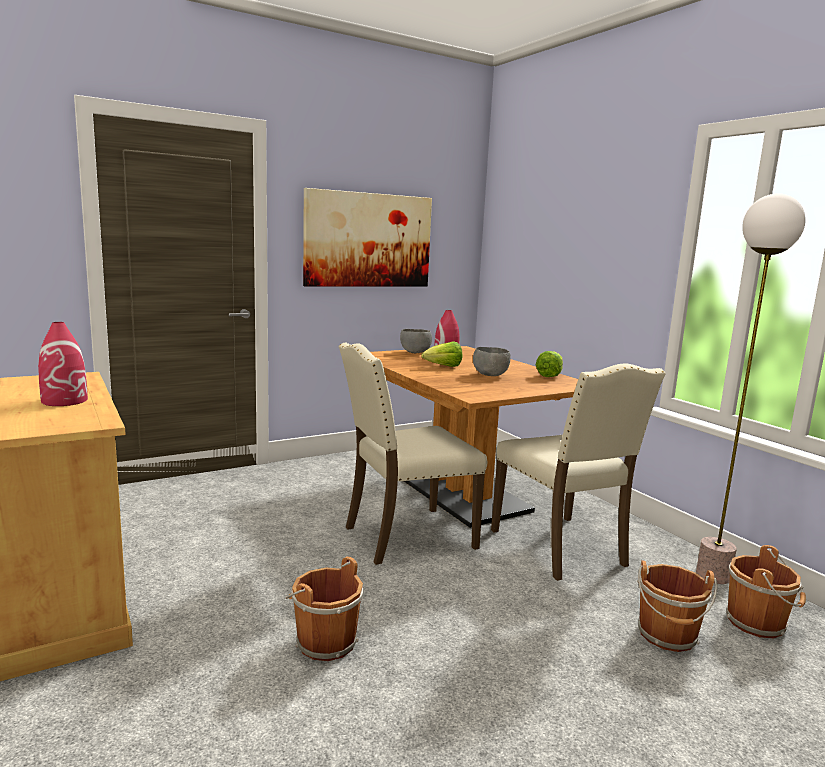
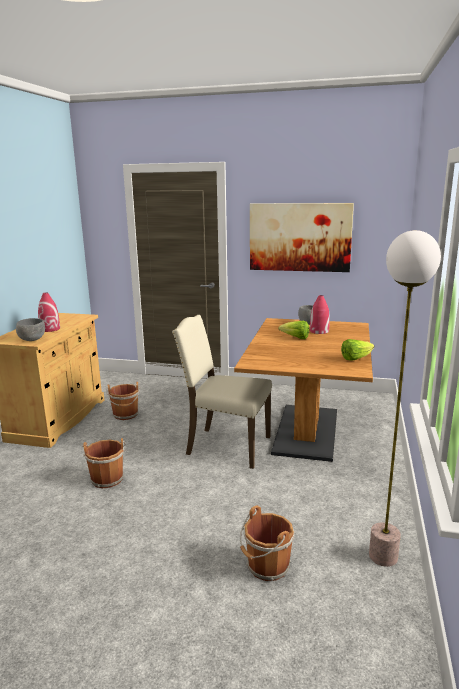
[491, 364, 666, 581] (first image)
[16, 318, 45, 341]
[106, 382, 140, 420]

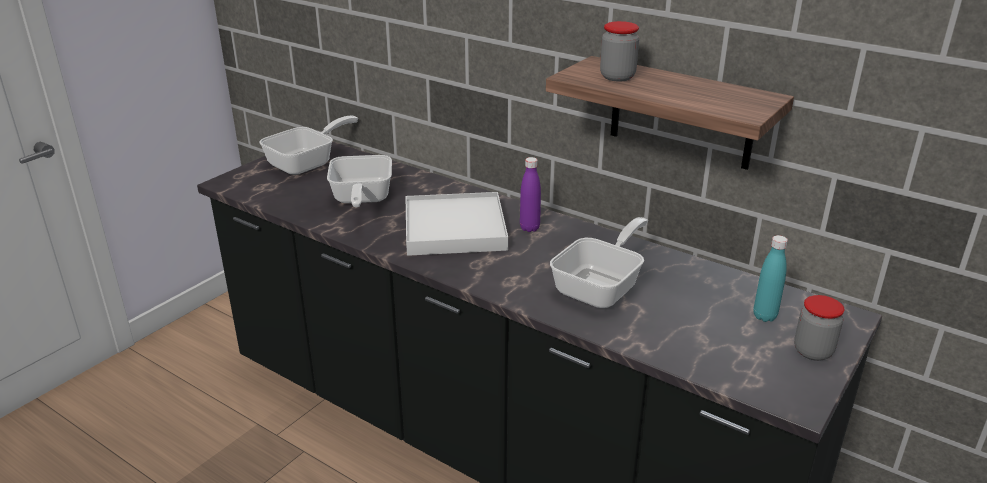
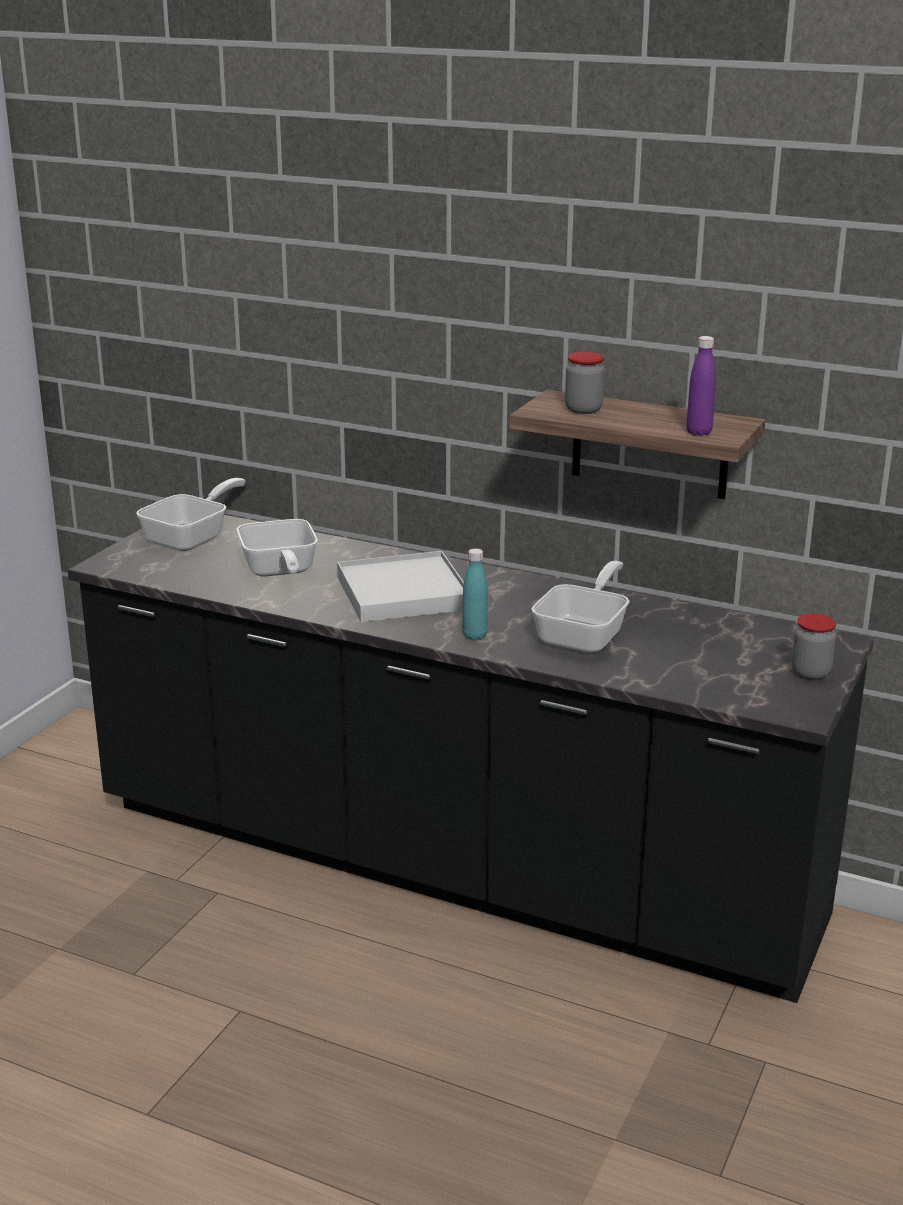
[686, 336, 716, 436]
[462, 548, 488, 640]

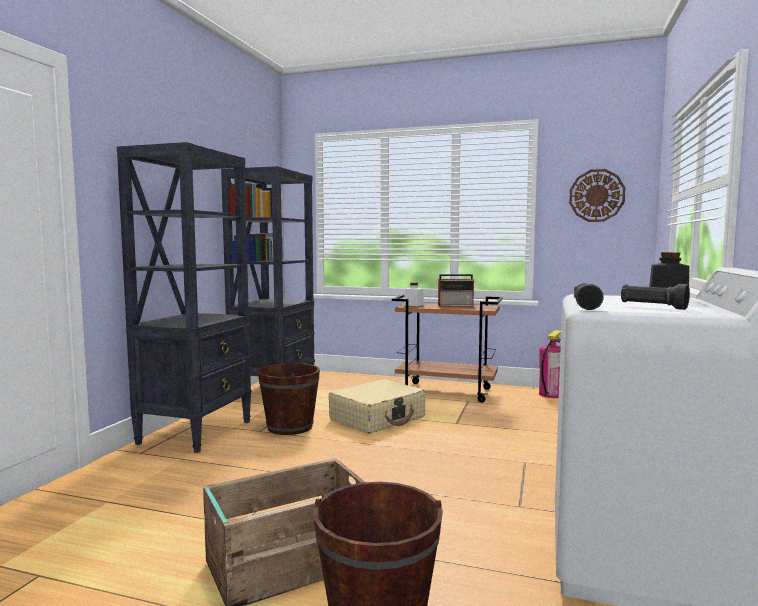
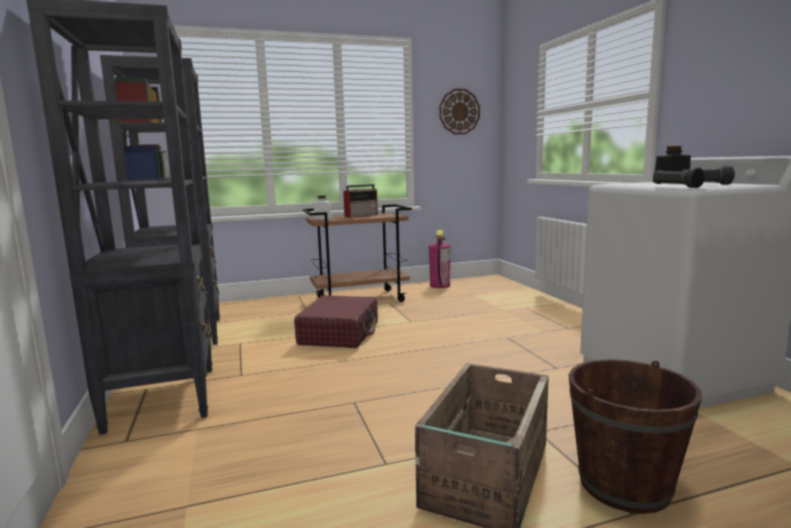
[258, 361, 320, 435] (first image)
[294, 295, 378, 348]

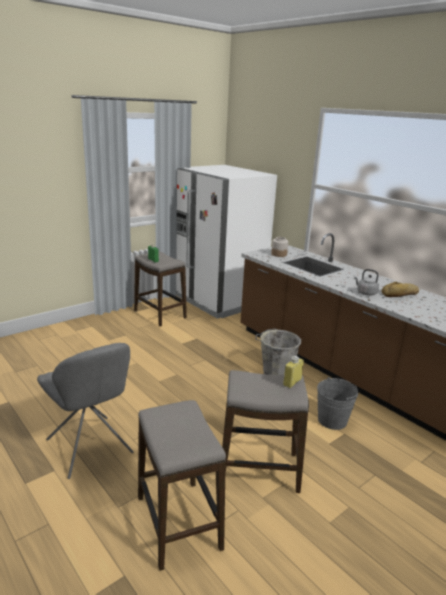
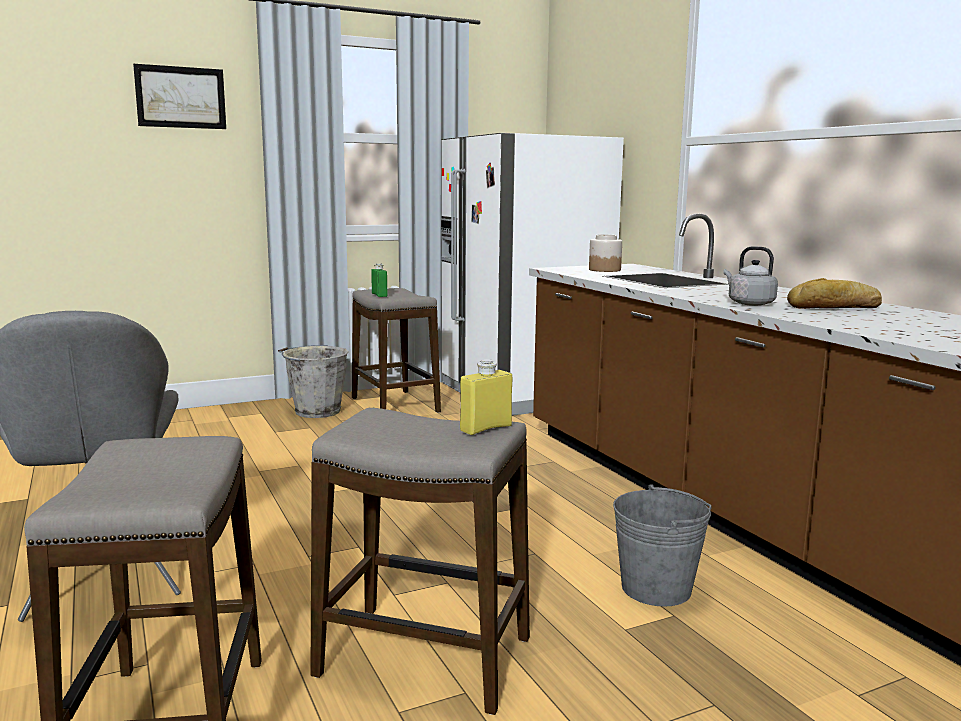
[133, 64, 226, 129]
[278, 345, 349, 418]

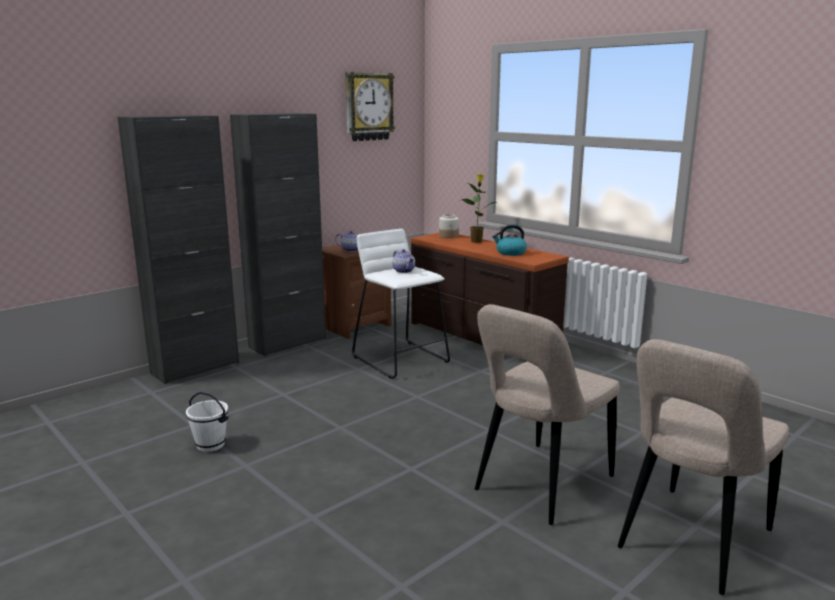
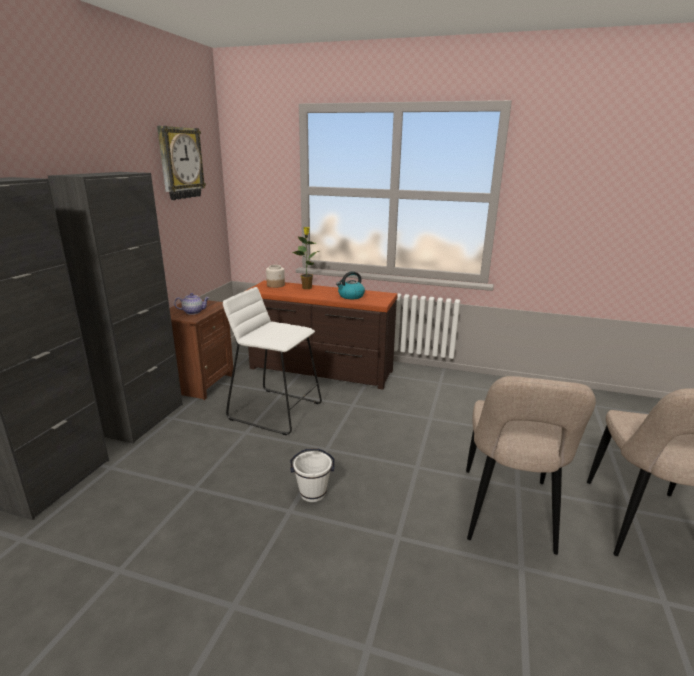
[392, 249, 415, 273] (first image)
[290, 448, 335, 502]

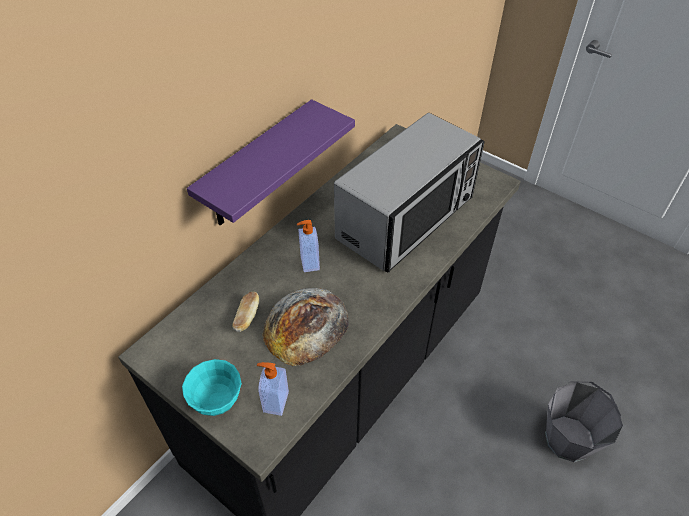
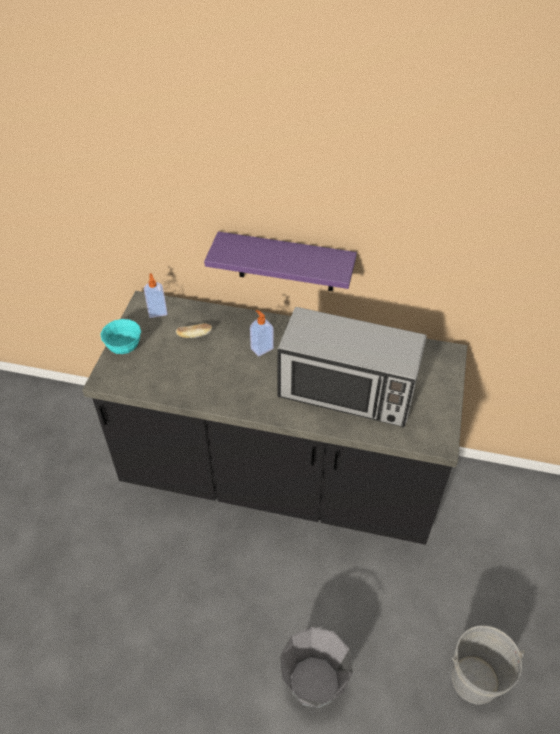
[263, 288, 349, 366] (first image)
[452, 625, 524, 704]
[144, 273, 167, 318]

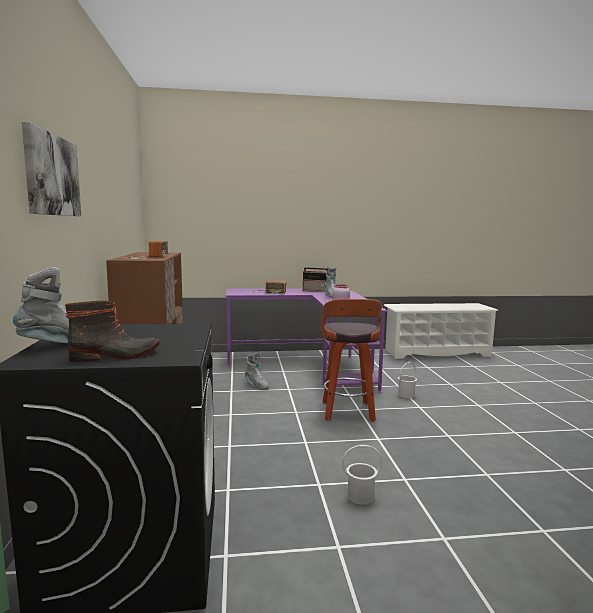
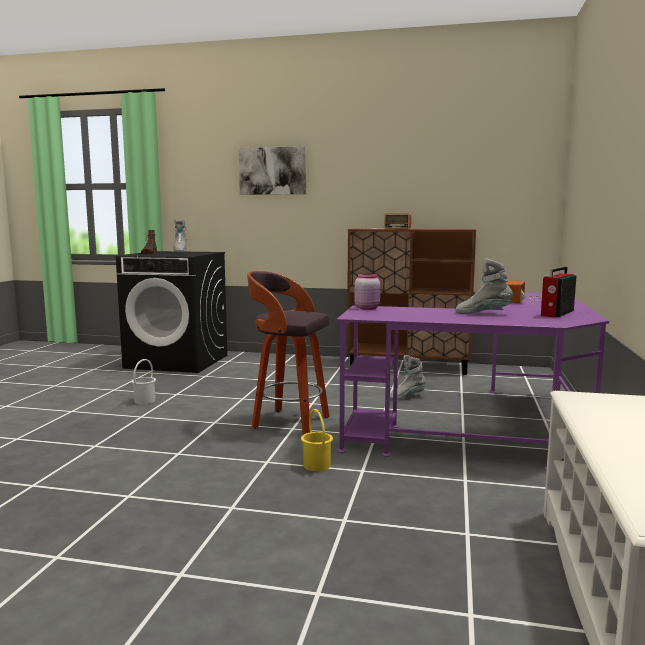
[301, 409, 333, 471]

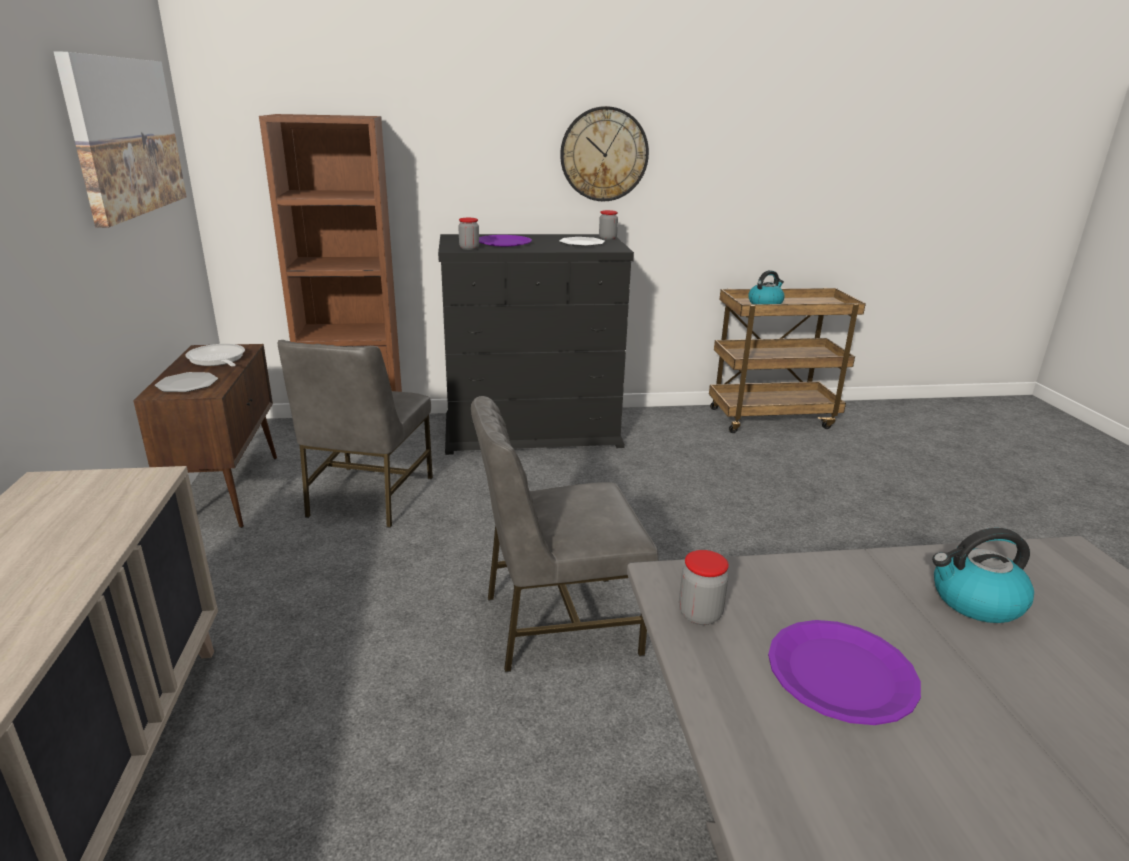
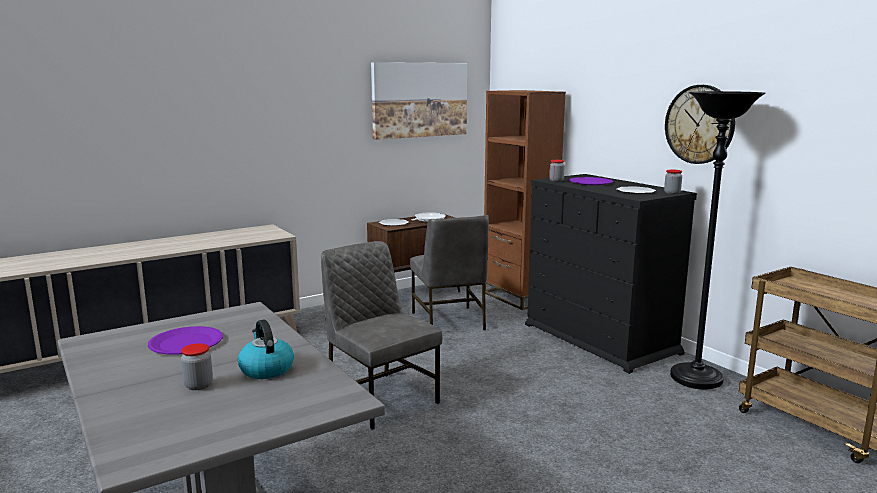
[748, 270, 785, 304] (first image)
[670, 91, 766, 390]
[181, 343, 213, 390]
[410, 215, 489, 330]

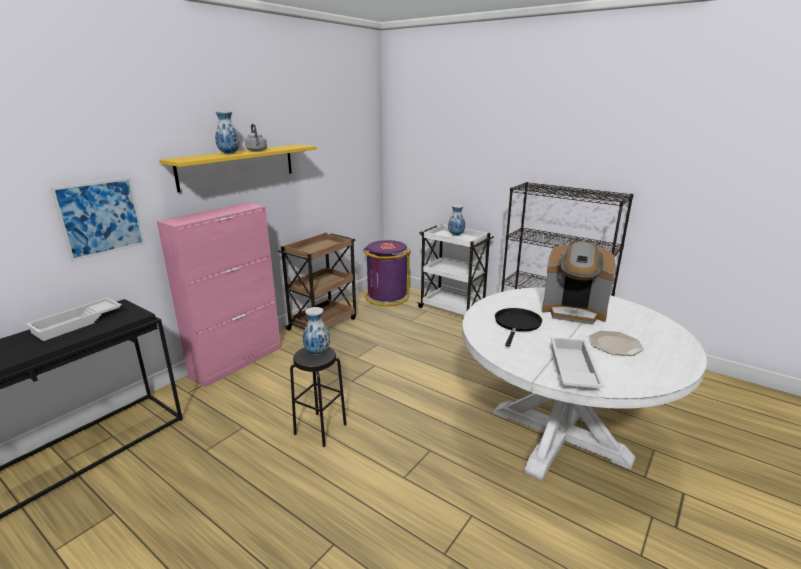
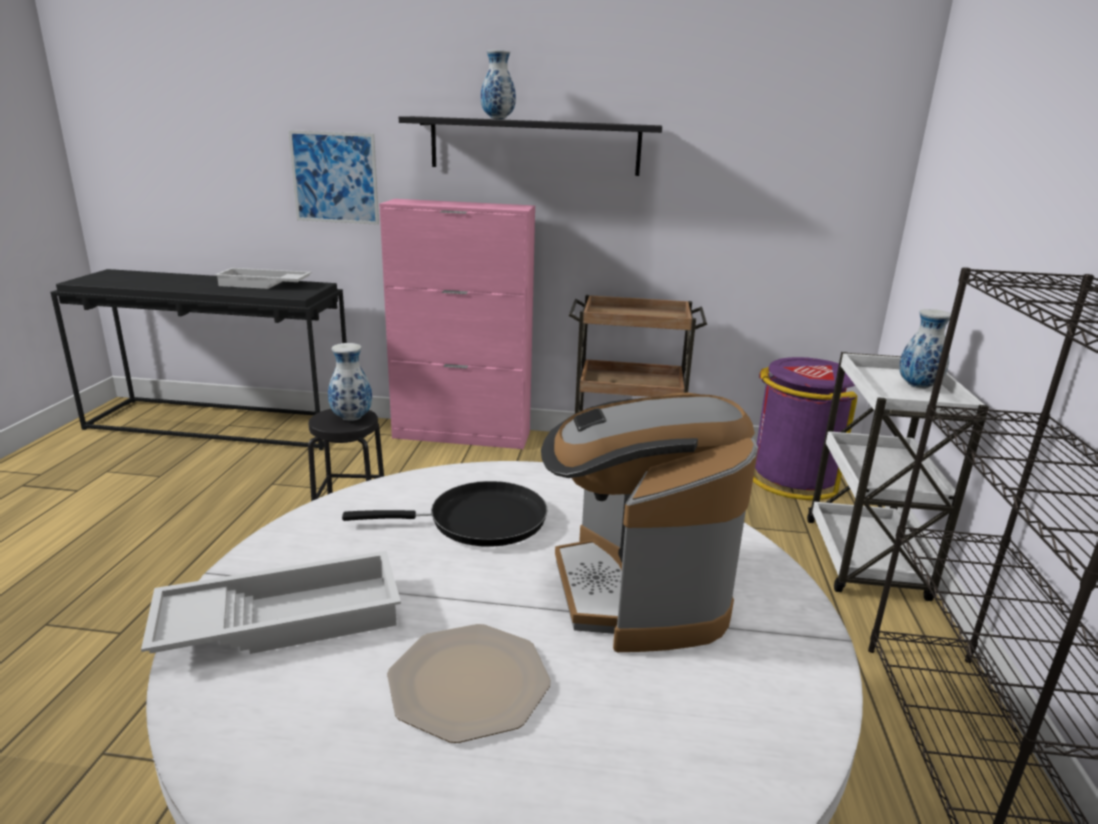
[245, 124, 267, 151] (first image)
[399, 116, 662, 176]

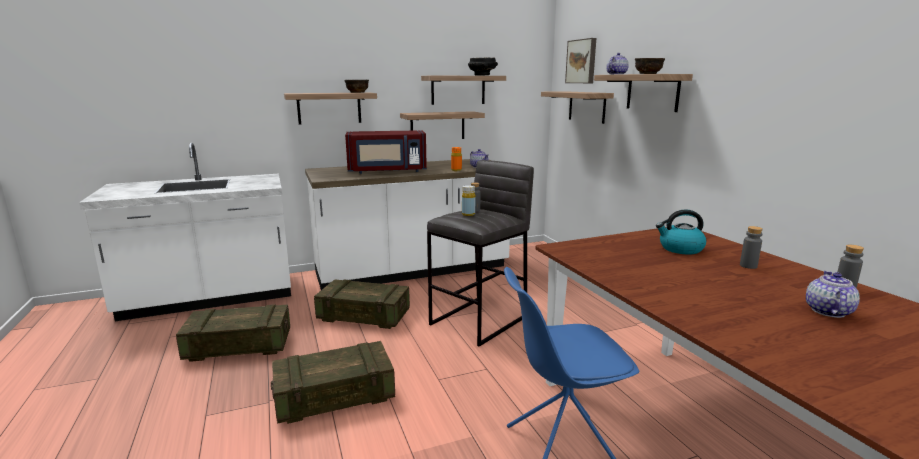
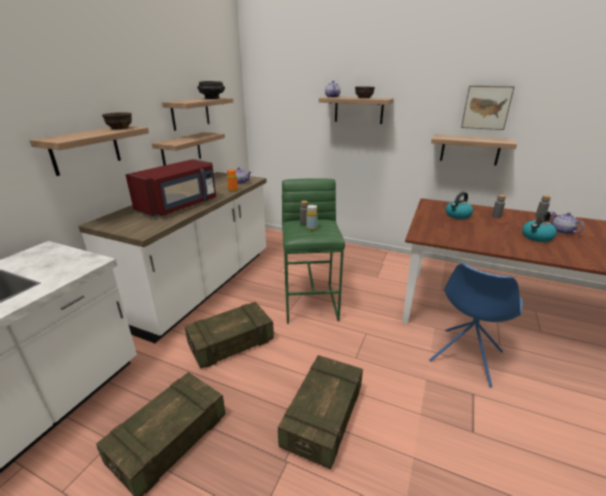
[522, 211, 557, 242]
[431, 135, 517, 165]
[461, 86, 515, 130]
[282, 178, 345, 324]

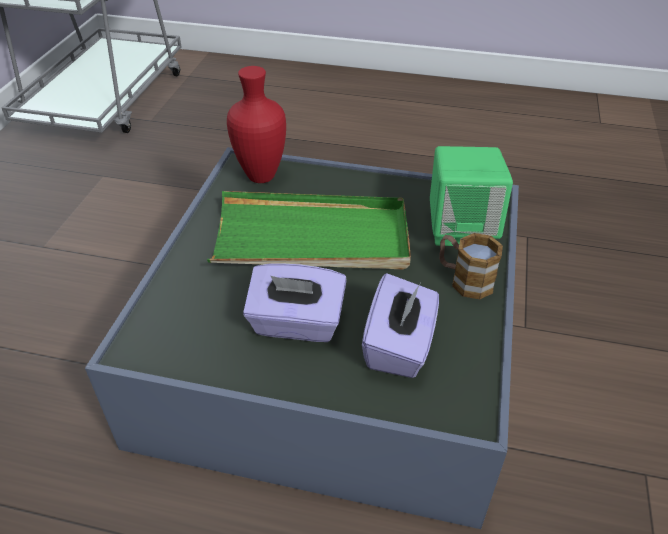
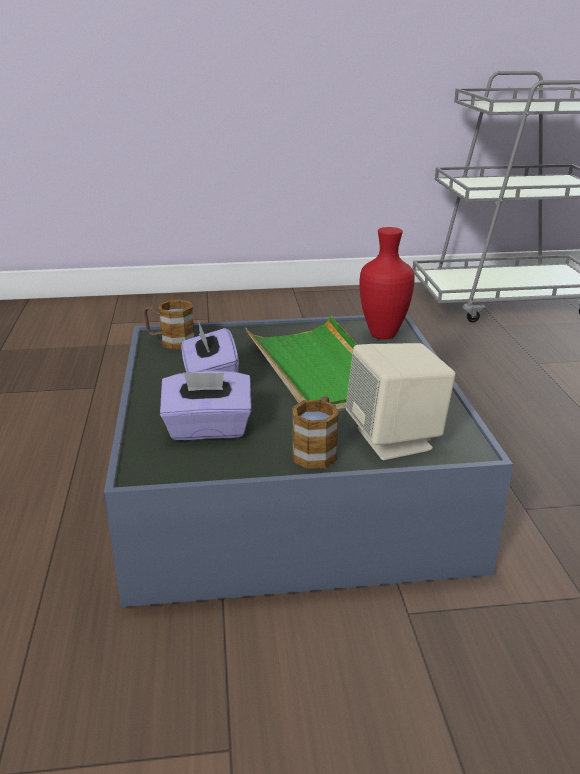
[144, 300, 194, 350]
[346, 343, 456, 460]

